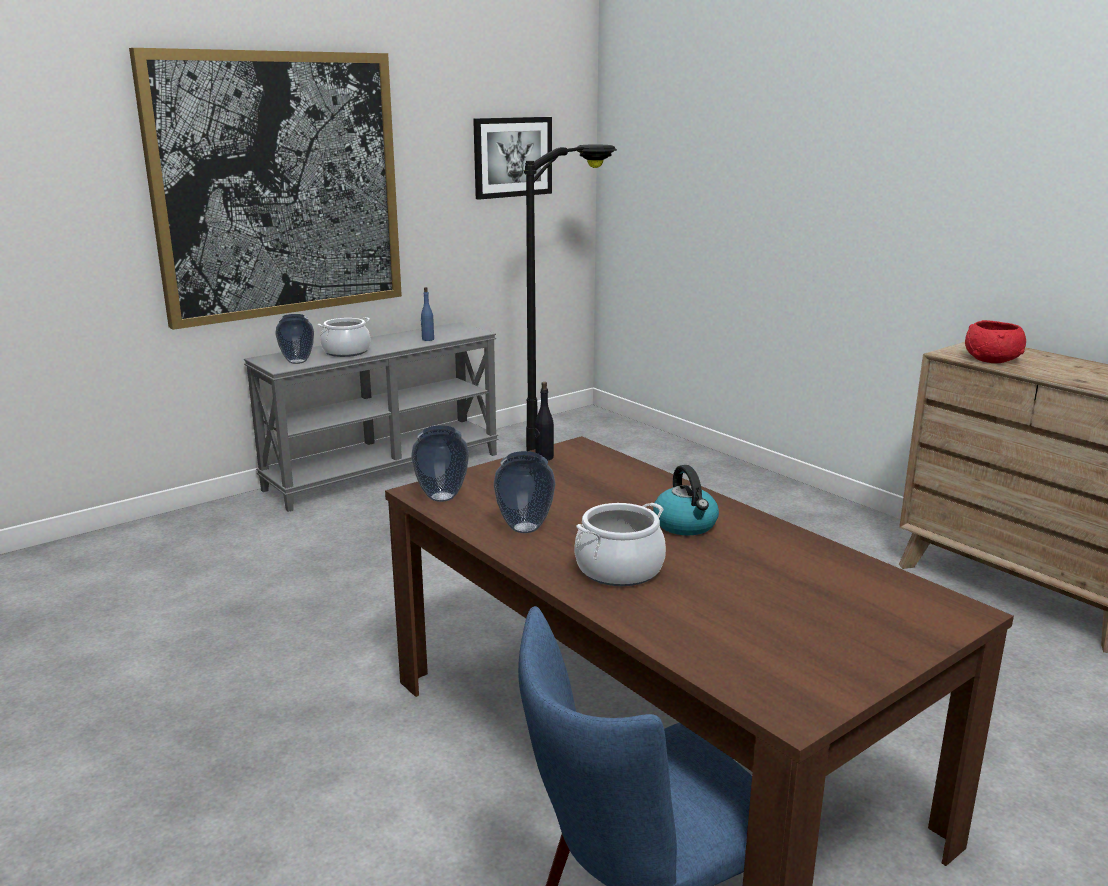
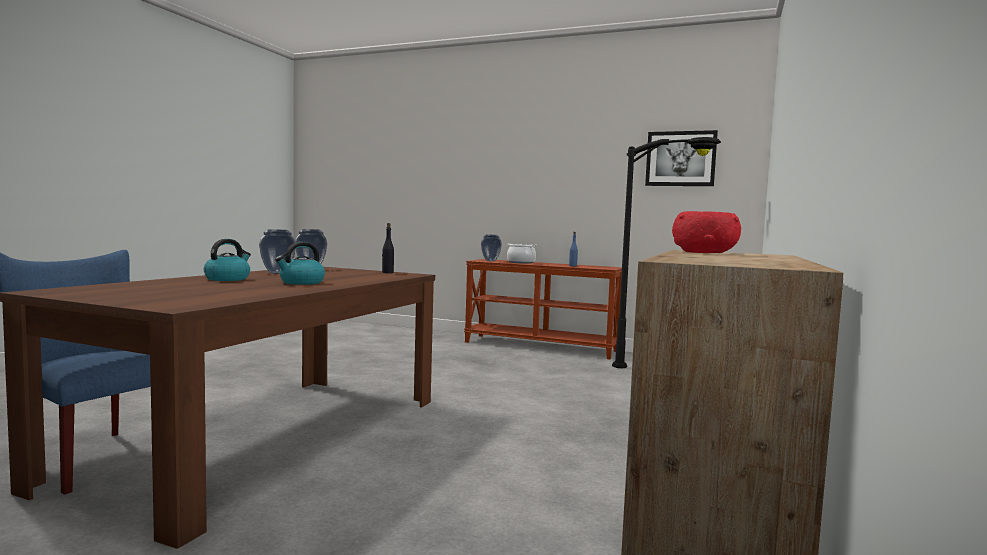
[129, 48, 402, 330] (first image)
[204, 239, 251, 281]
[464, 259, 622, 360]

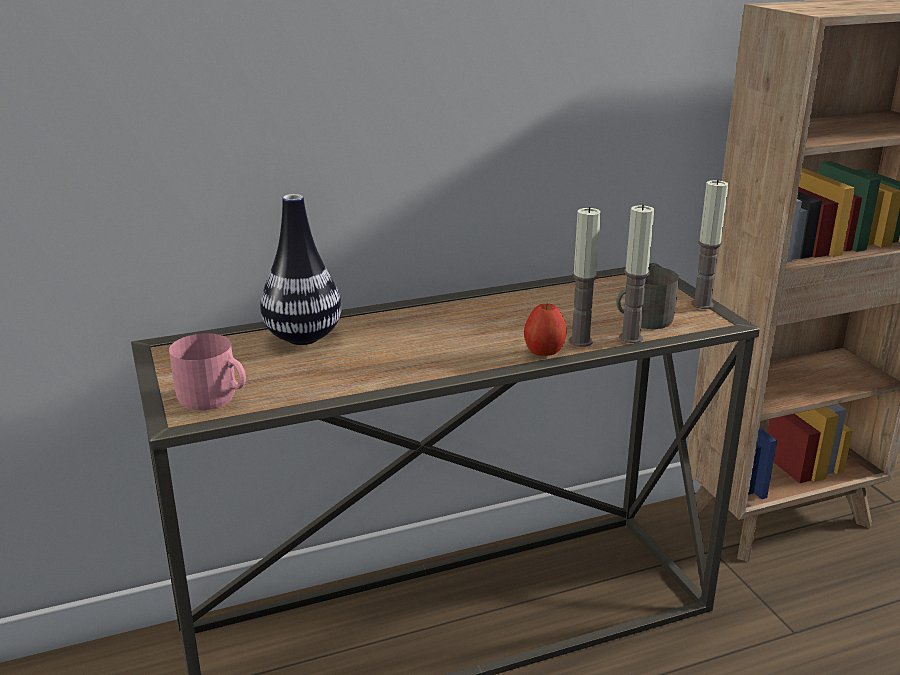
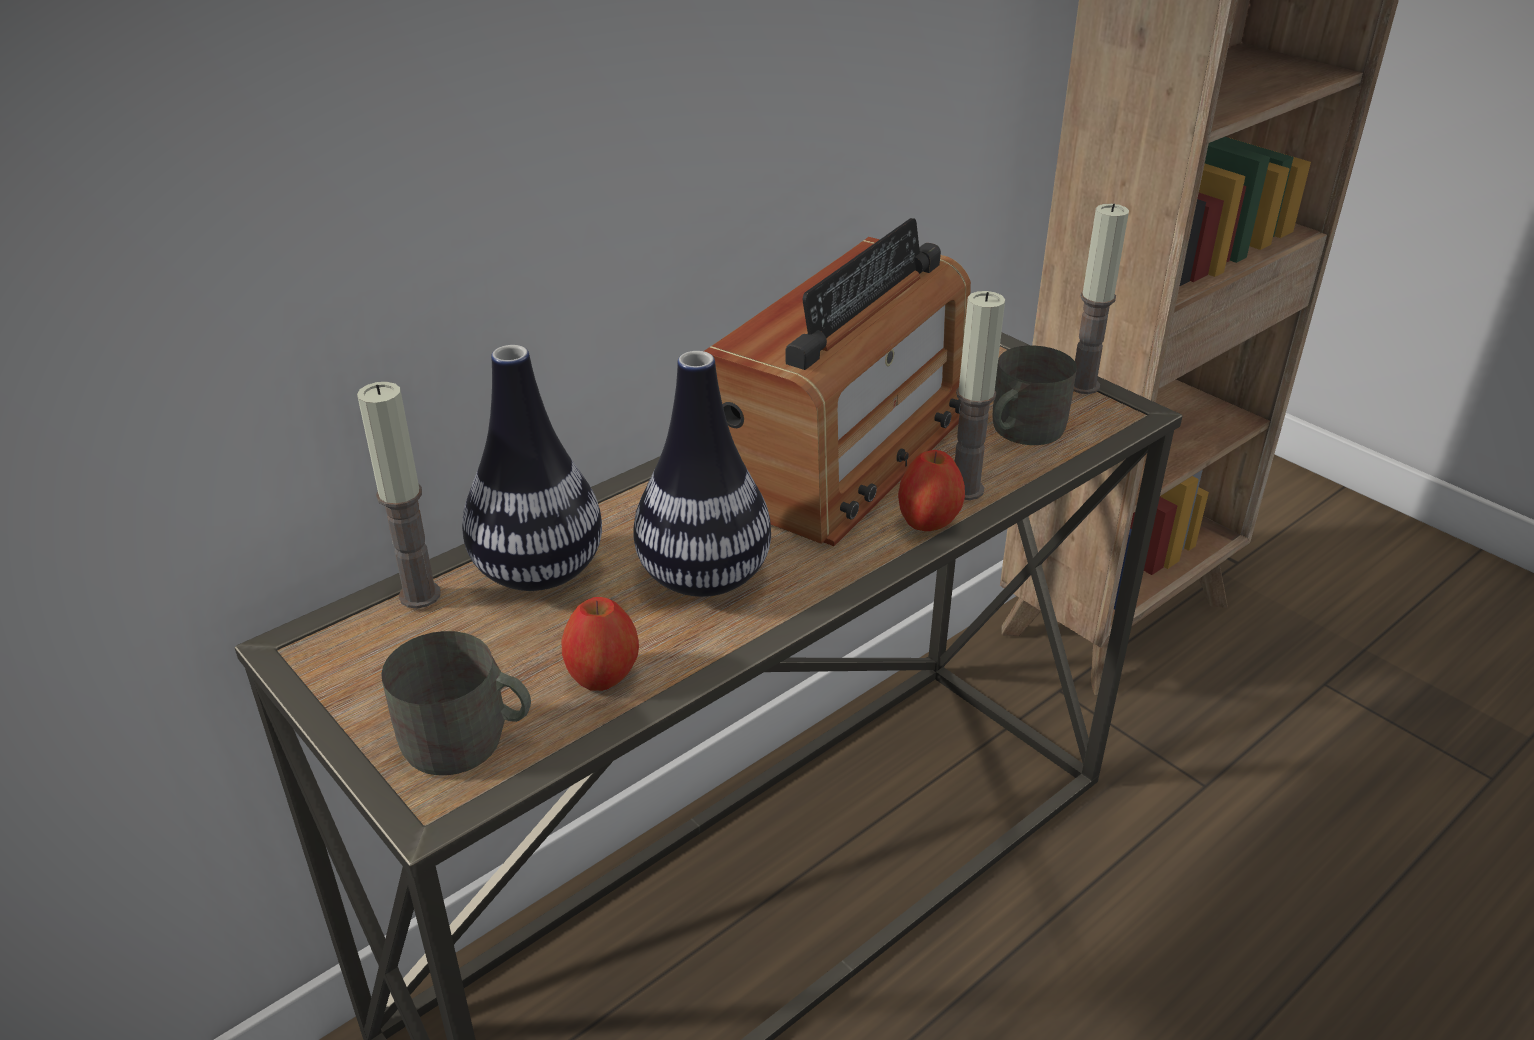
[561, 597, 639, 691]
[634, 351, 771, 597]
[704, 218, 971, 546]
[357, 382, 441, 609]
[381, 631, 531, 775]

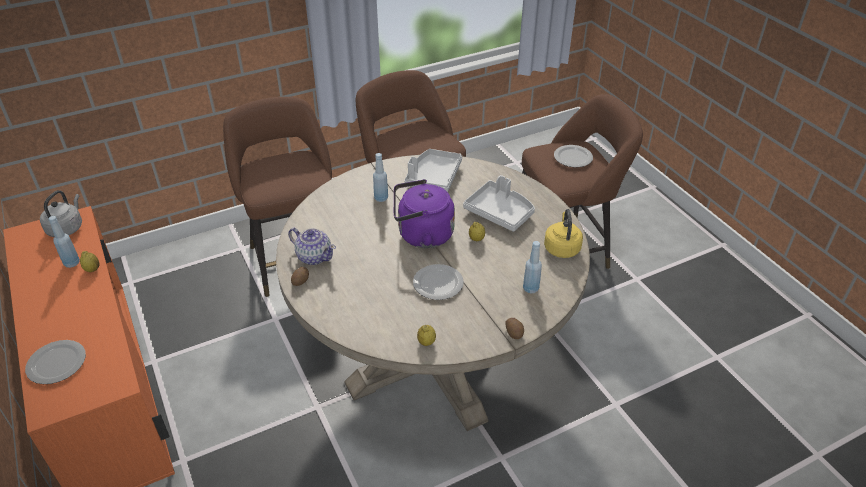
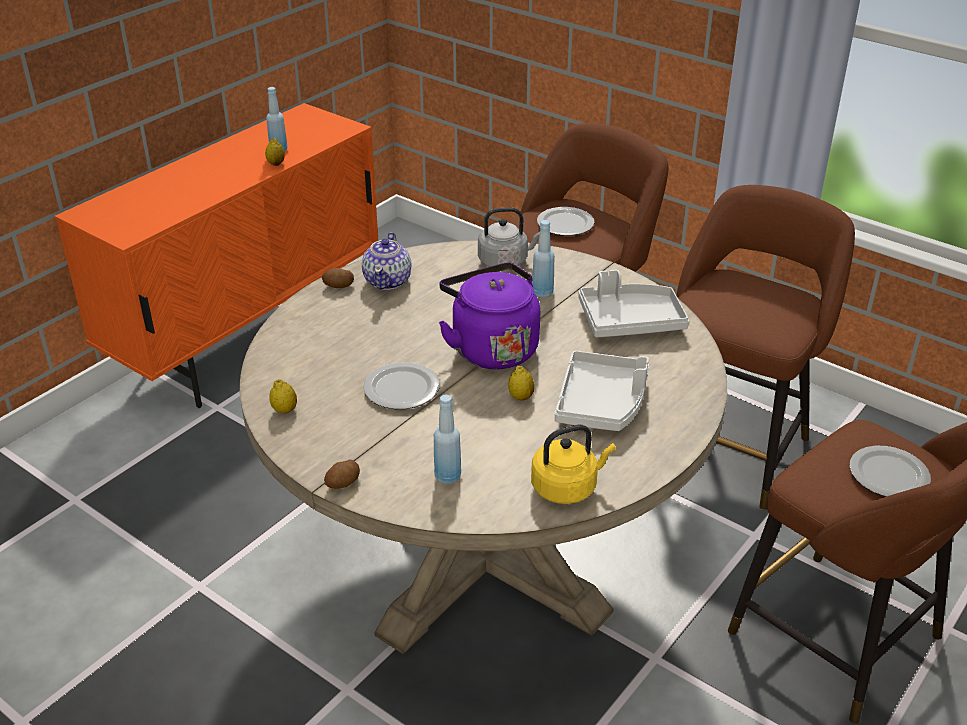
[537, 207, 595, 236]
[478, 207, 540, 267]

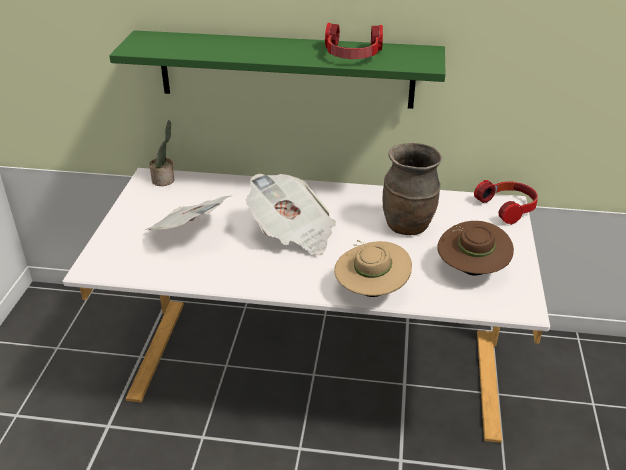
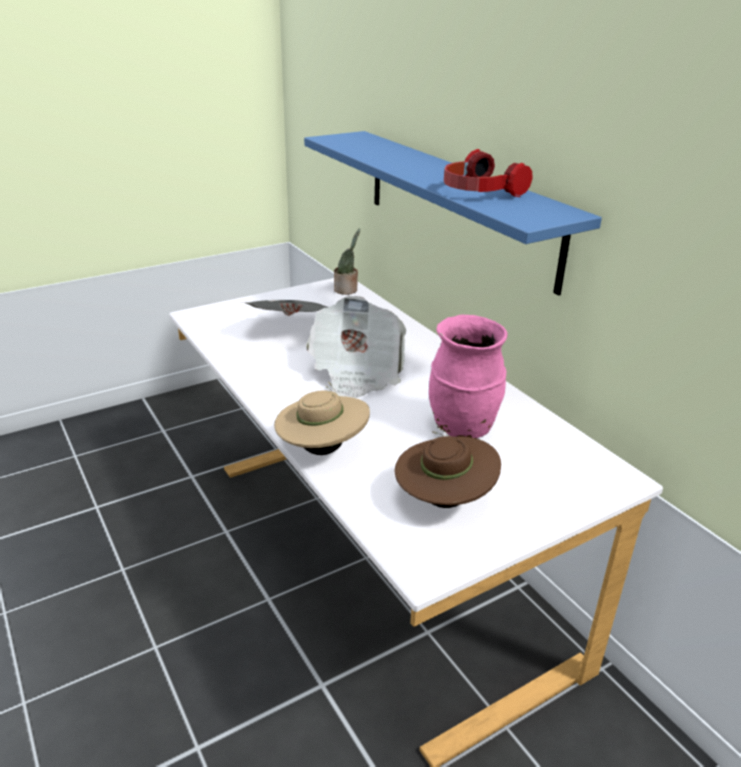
[474, 180, 538, 225] (first image)
[304, 131, 602, 296]
[429, 315, 508, 439]

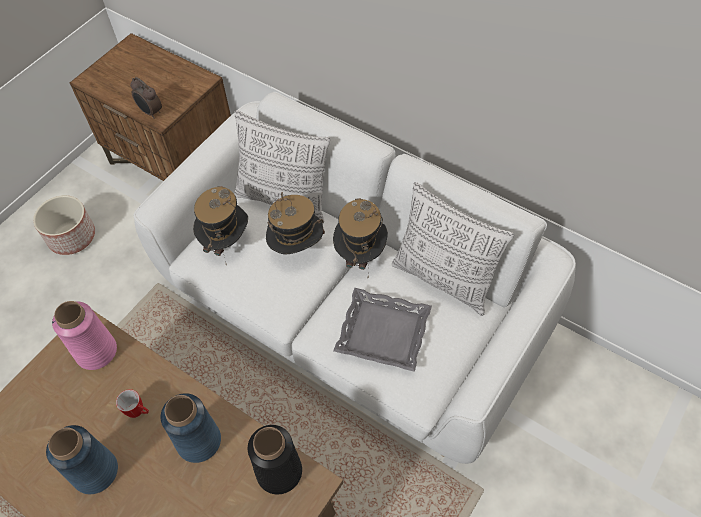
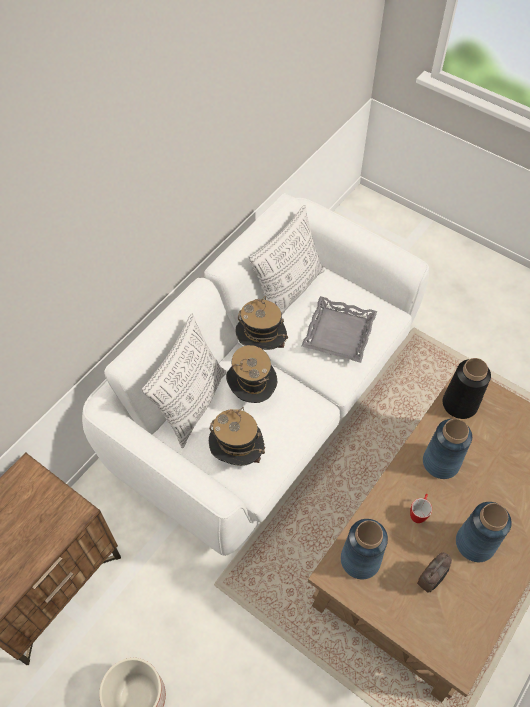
[417, 553, 452, 593]
[341, 519, 388, 579]

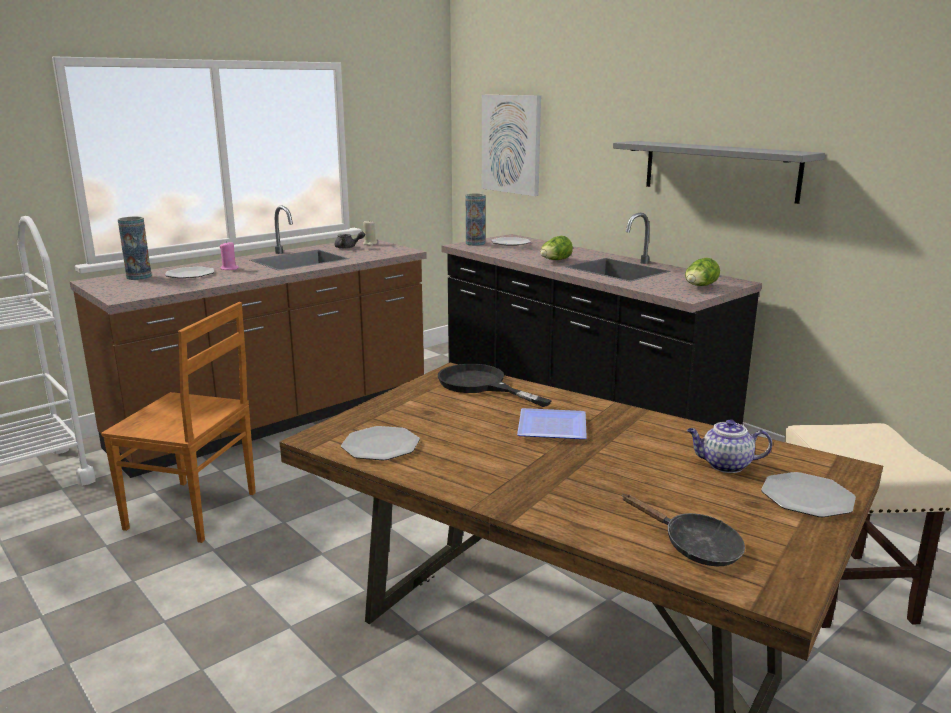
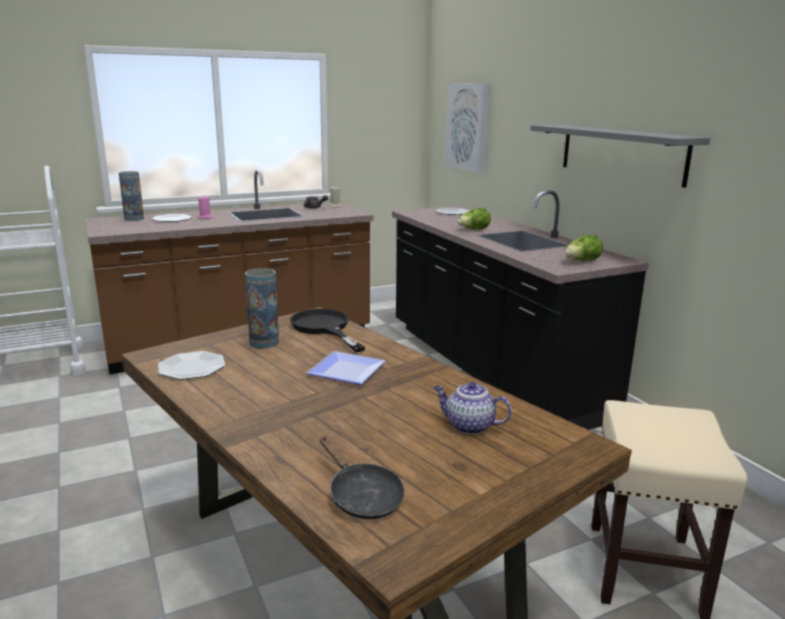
[101, 302, 256, 543] (first image)
[761, 472, 856, 517] (first image)
[245, 268, 279, 348]

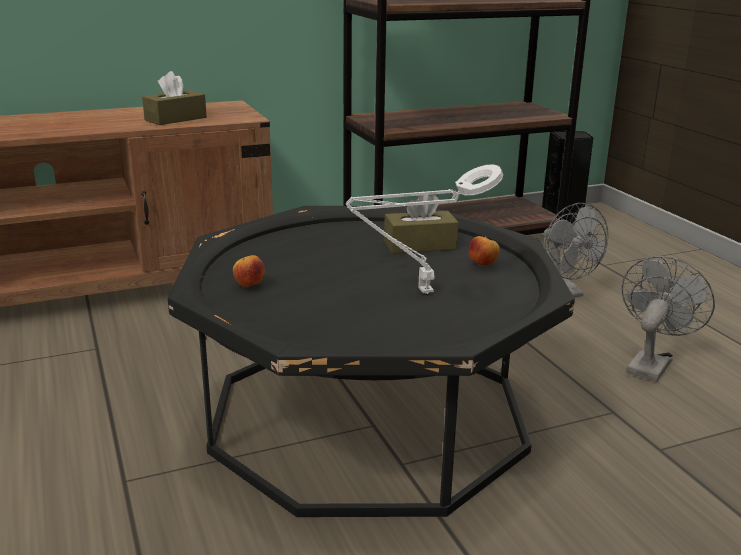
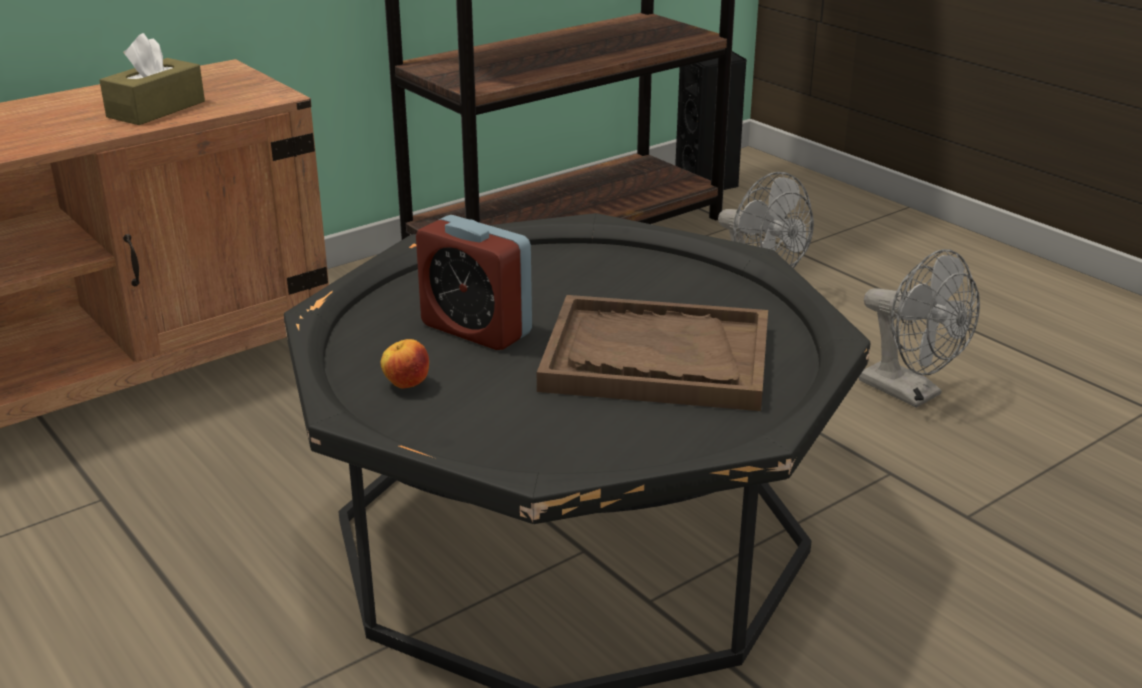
[384, 191, 459, 254] (first image)
[469, 236, 500, 266] (first image)
[416, 215, 532, 350]
[537, 295, 768, 411]
[859, 249, 980, 408]

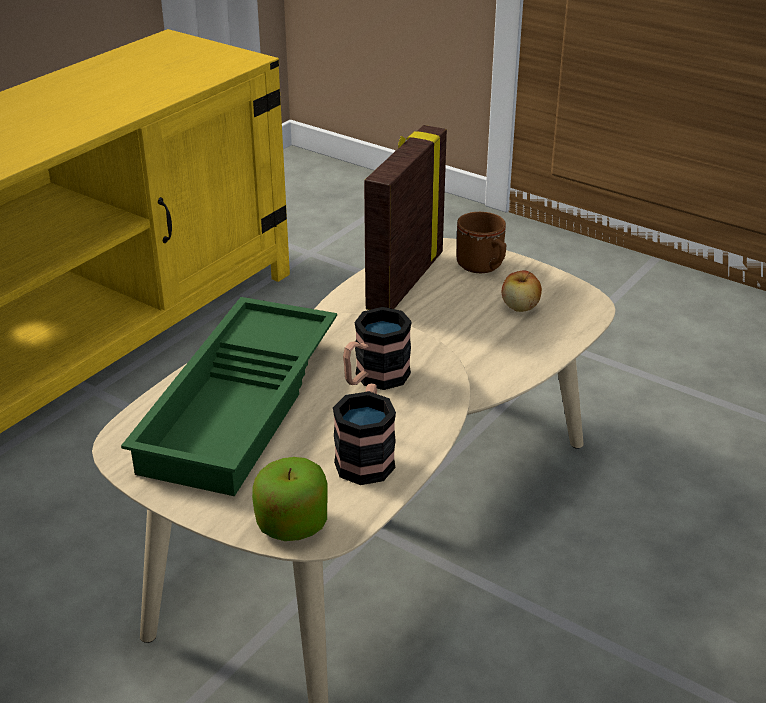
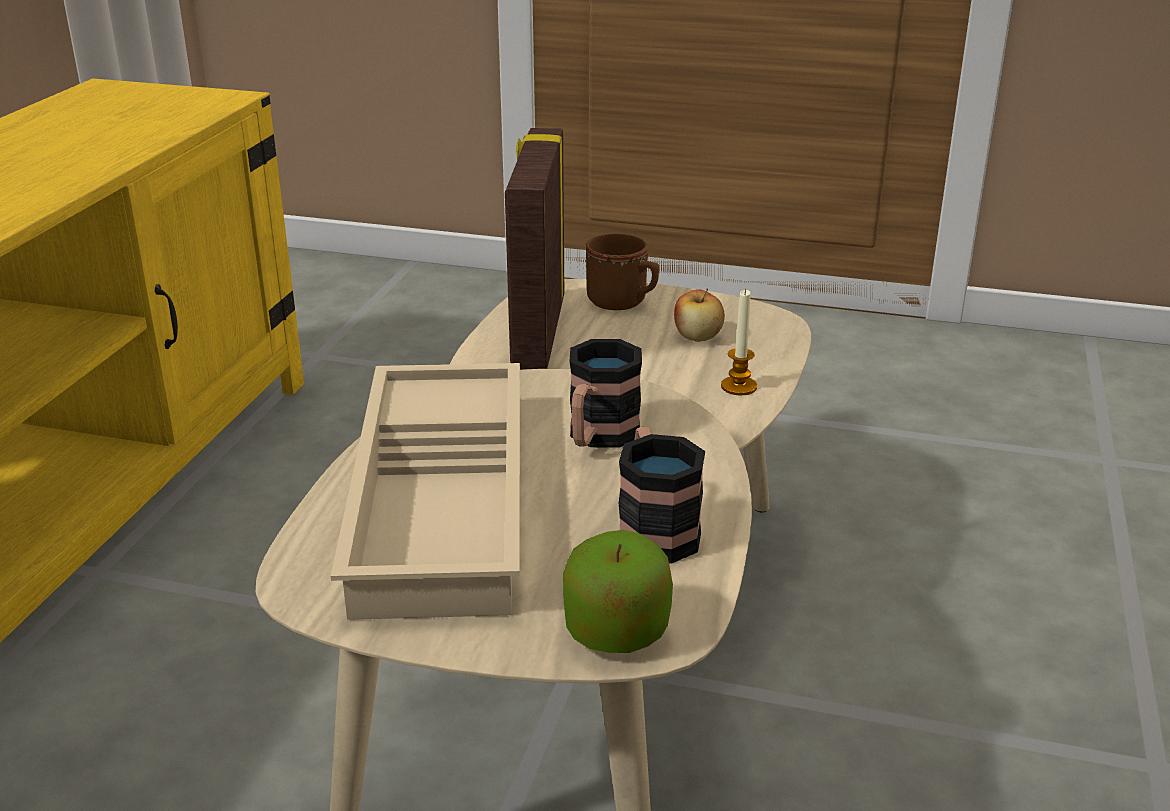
[721, 289, 757, 395]
[331, 363, 520, 620]

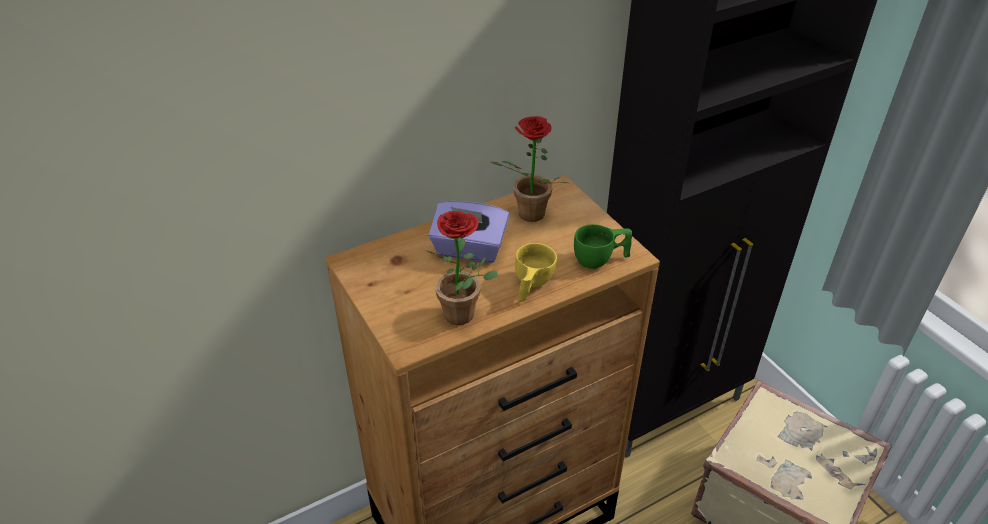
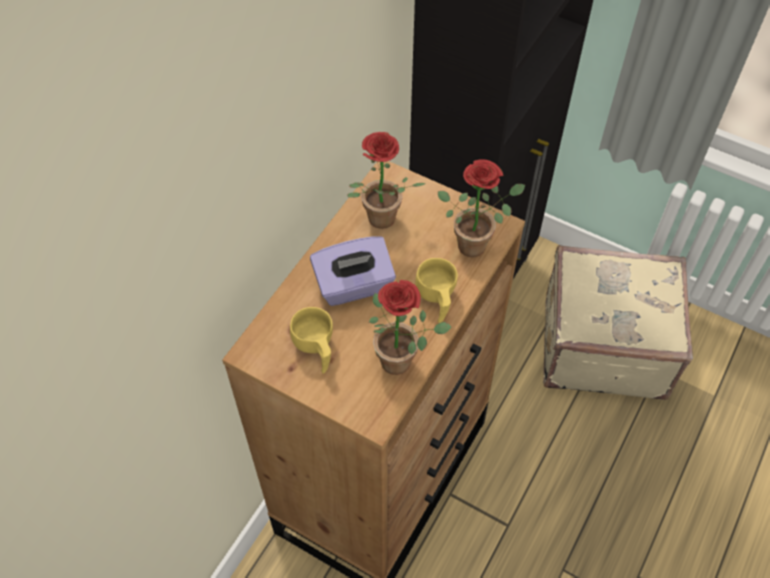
[290, 307, 333, 374]
[438, 159, 525, 257]

